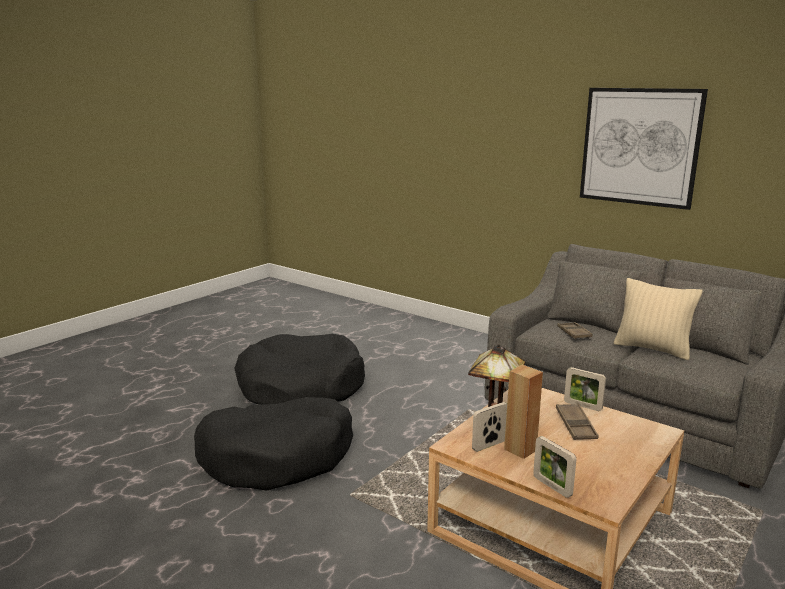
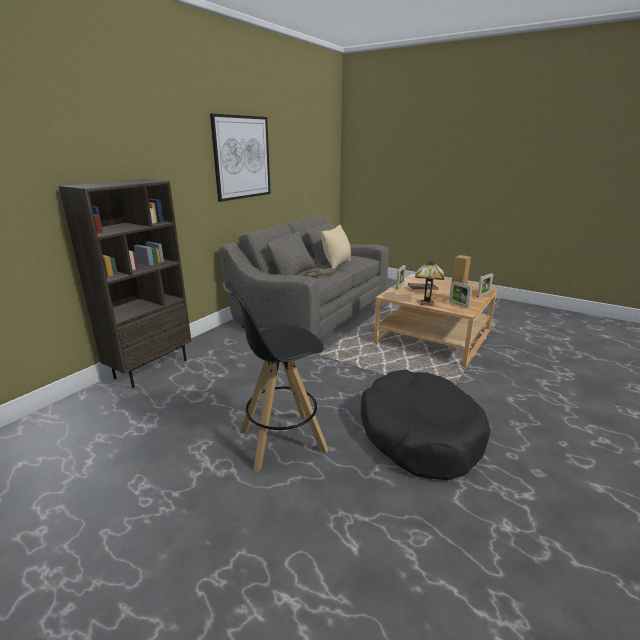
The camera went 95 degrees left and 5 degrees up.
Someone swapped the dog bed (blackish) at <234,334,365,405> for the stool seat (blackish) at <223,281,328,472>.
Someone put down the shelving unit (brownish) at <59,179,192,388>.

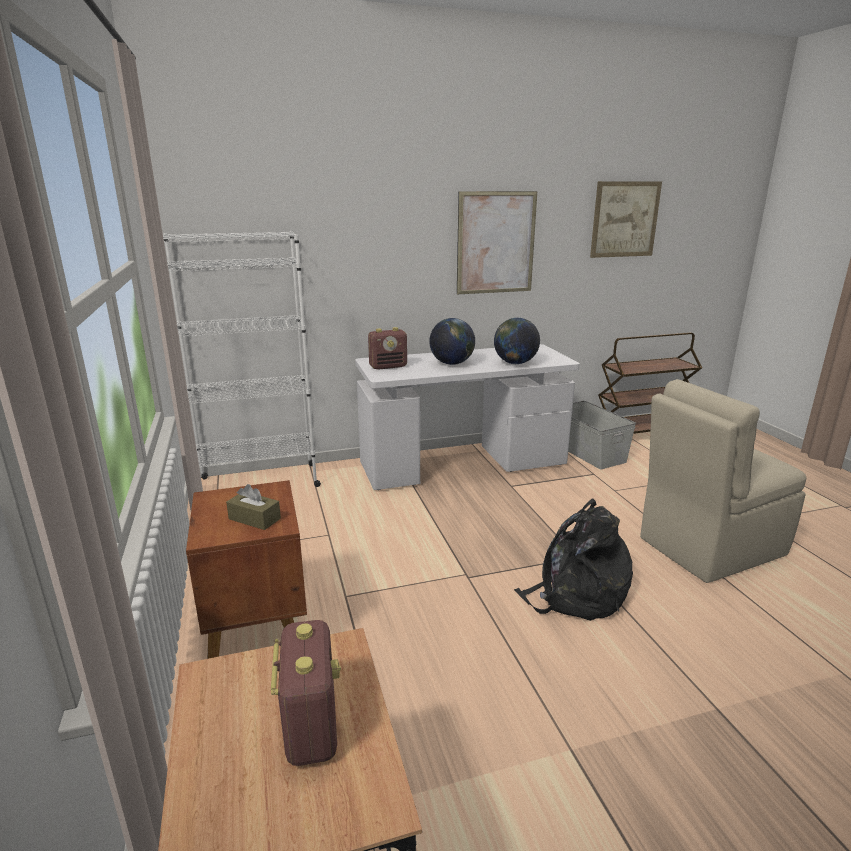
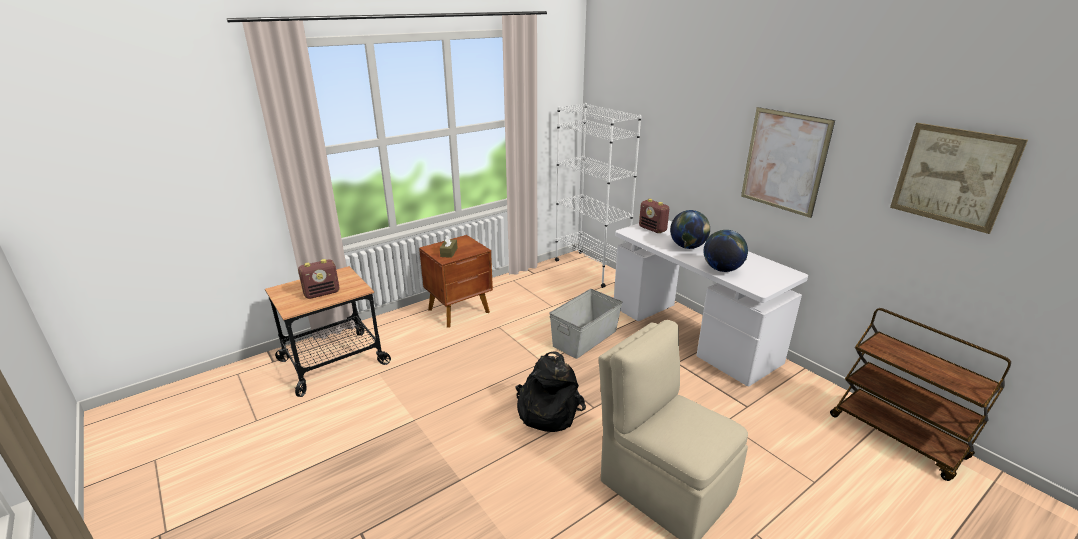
The camera went 70 degrees right and 5 degrees up.
Someone carried the storage bin (grey) from <568,401,636,469> to <549,289,622,359>.

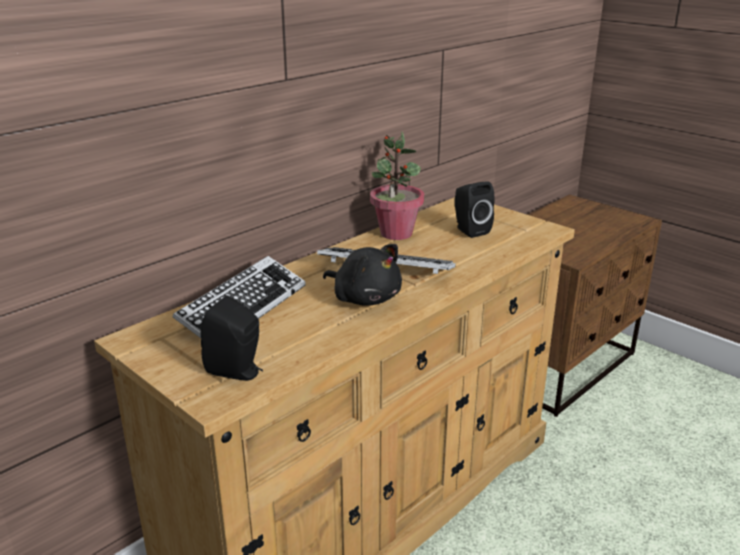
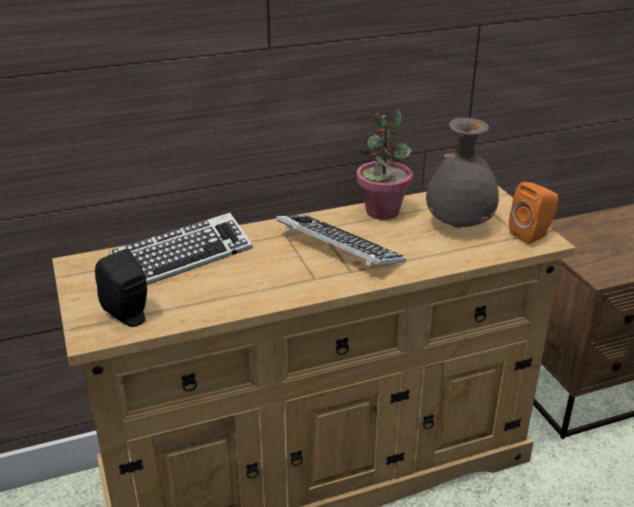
The camera went 25 degrees right and 5 degrees up.
Someone swapped the audio speaker (blackish) at <455,181,495,238> for the vase (grey) at <426,118,499,228>.
Someone took away the soft toy (blackish) at <323,244,402,306>.
Someone put down the audio speaker (orange) at <509,182,558,244>.

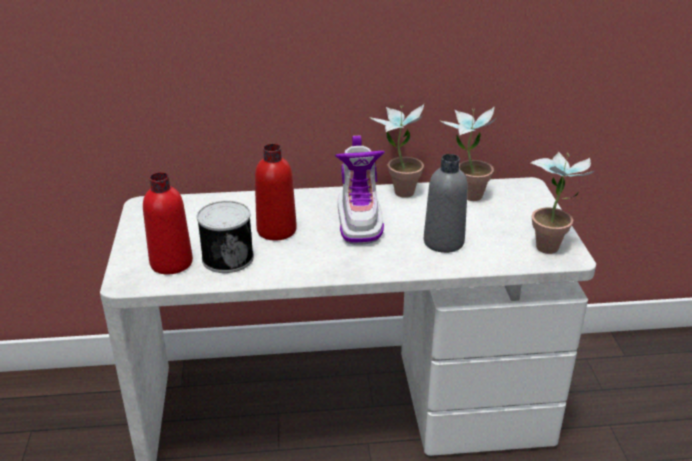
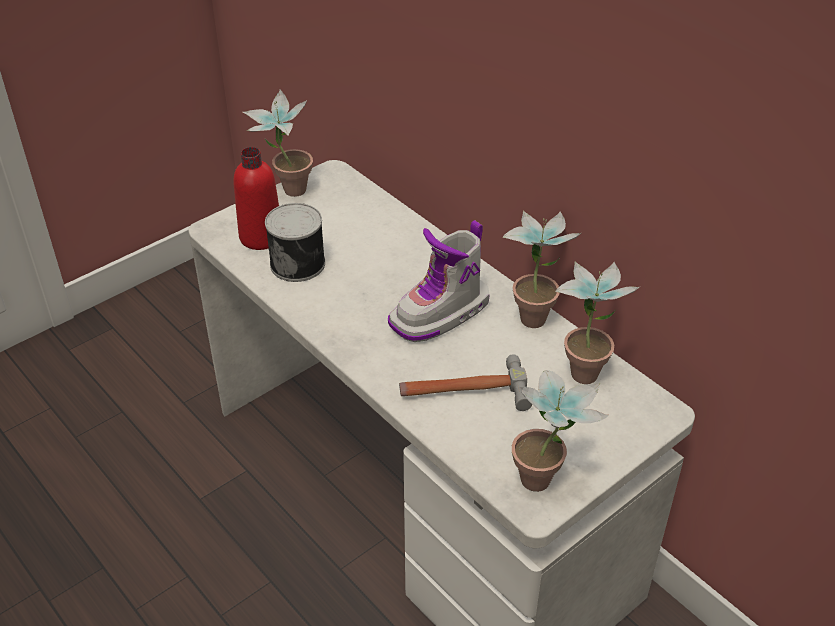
The camera went 55 degrees right and 10 degrees up.
Someone took away the bottle (red-coloured) at <255,144,297,241>.
Someone swapped the bottle (grey) at <424,154,468,253> for the hand hammer at <399,354,532,411>.
Someone put down the plant in a pot at <243,90,313,197>.

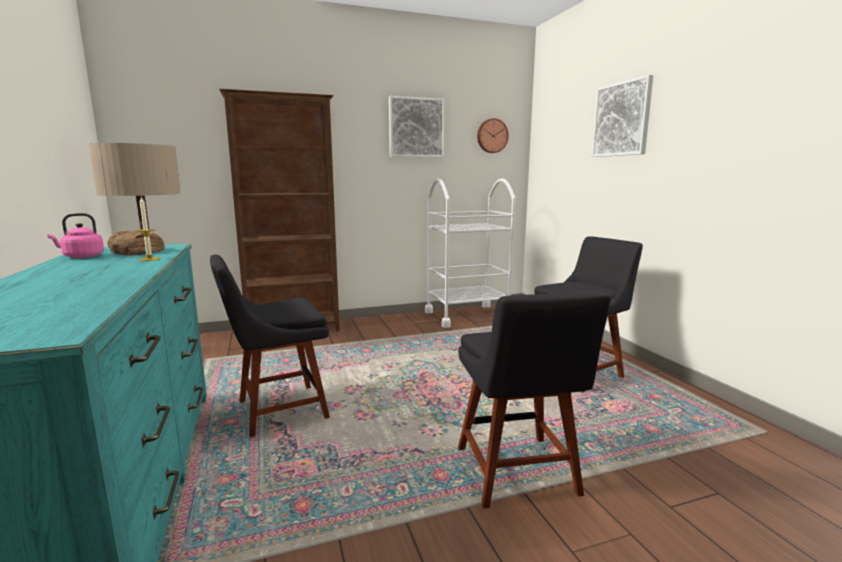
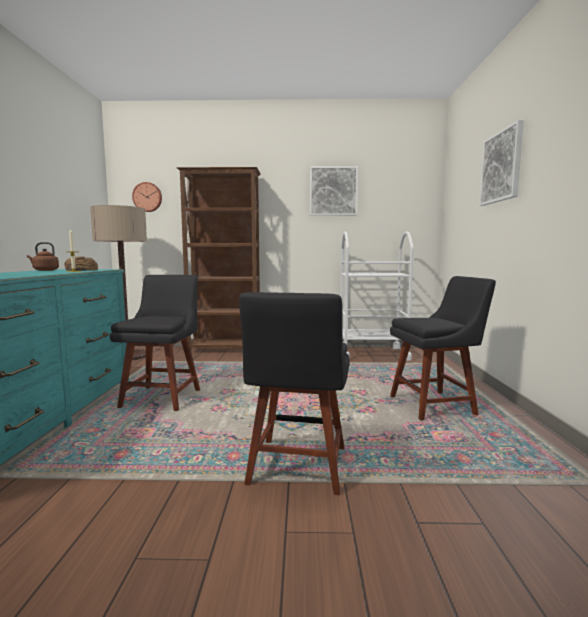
The camera went 20 degrees right and 5 degrees down.
Someone carried the hanging clock from <477,118,509,153> to <132,182,162,212>.
Someone repainted the tea kettle (pink) at <47,213,104,258>, which became the tea kettle (brownish) at <27,242,59,271>.
Someone rotated the upright chair (blackish) at <210,254,330,437> by 105 degrees clockwise.

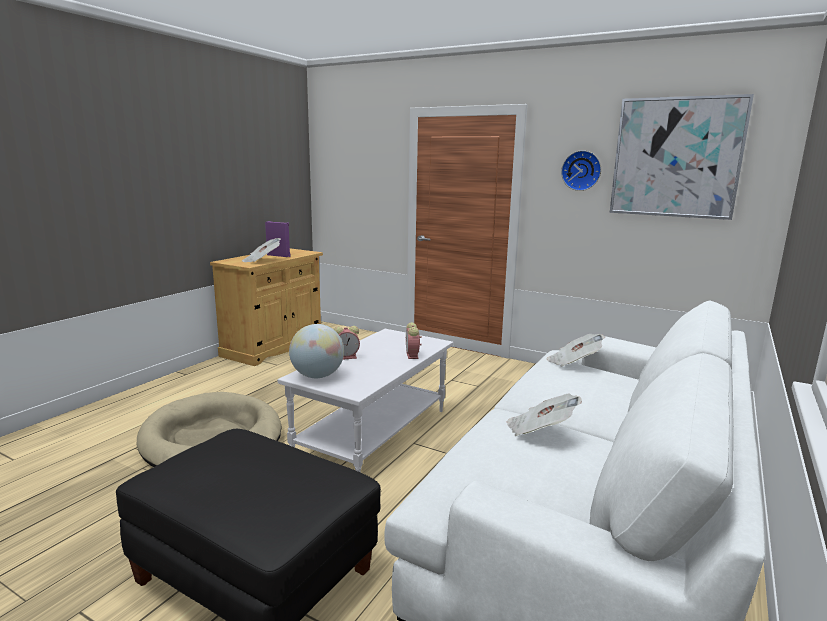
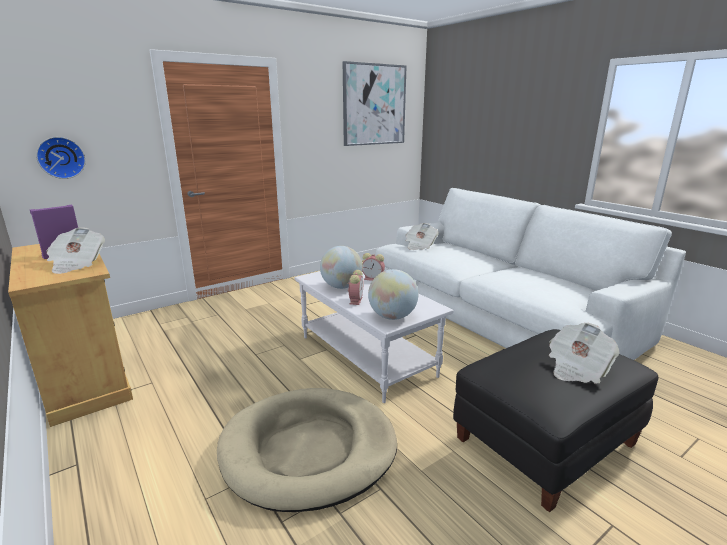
The camera went 65 degrees left and 5 degrees up.
Someone carried the hanging clock from <561,150,601,191> to <36,137,86,179>.
Someone carried the daily paper from <507,393,582,436> to <549,323,619,384>.
Someone put down the globe at <320,246,363,289>.

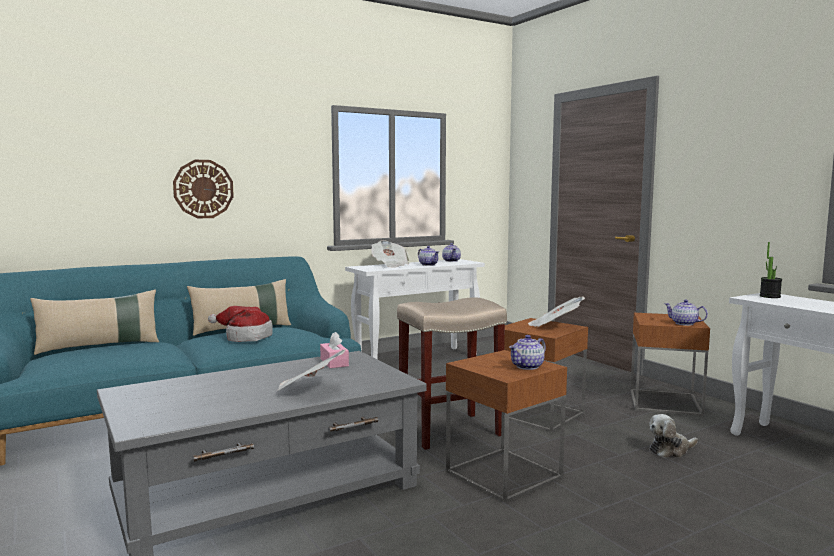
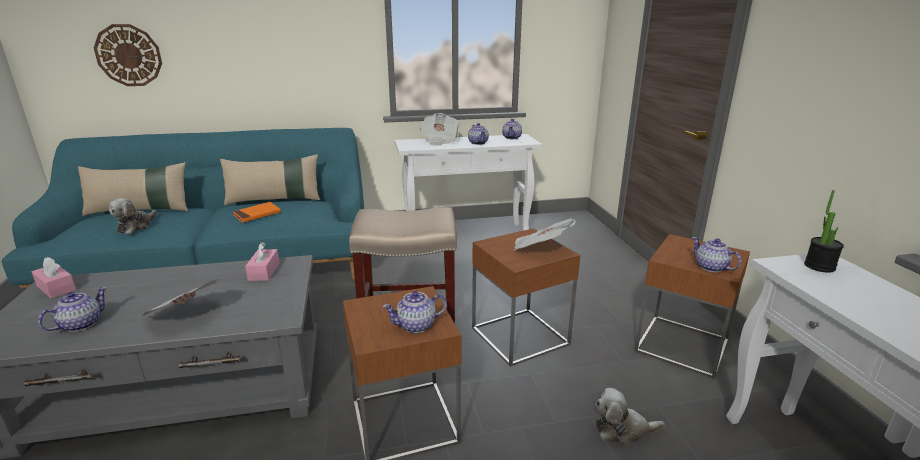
The camera went 20 degrees right and 15 degrees up.
Someone carried the hanging clock from <173,160,234,219> to <94,24,162,86>.
Someone swapped the clothing hat at <208,306,273,342> for the bound book (orange) at <233,202,281,223>.
Someone put down the soft toy at <109,198,157,234>.
Someone put down the tissue box (pink) at <32,257,76,299>.
Someone put down the pot for tea at <38,287,107,332>.

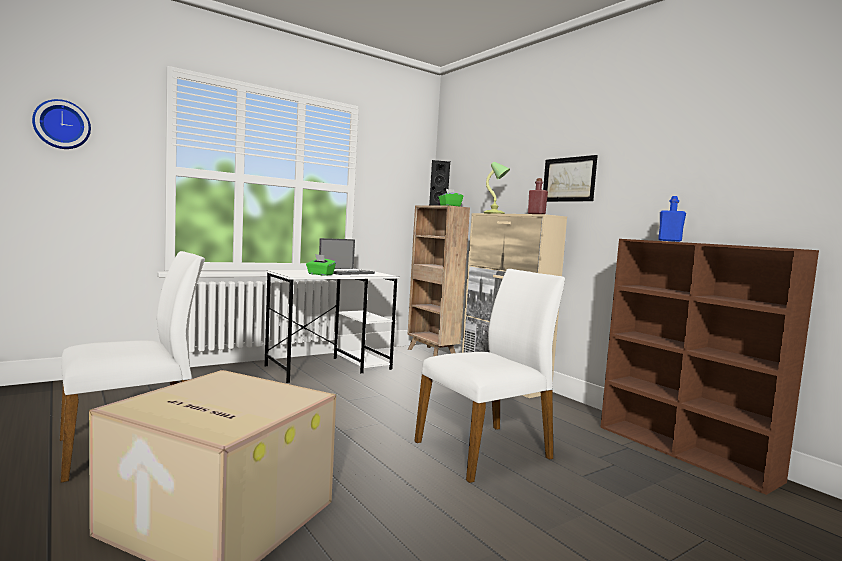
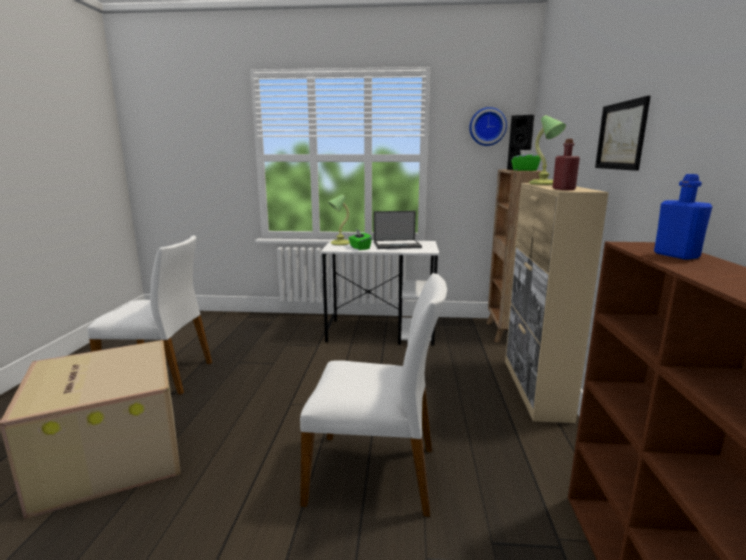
The camera went 40 degrees right and 10 degrees up.
Someone carried the hanging clock from <32,99,91,149> to <470,107,507,146>.
Someone put down the tabletop lamp at <328,194,350,245>.

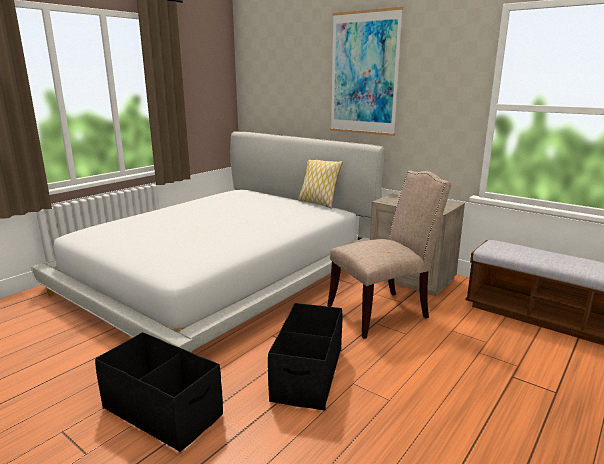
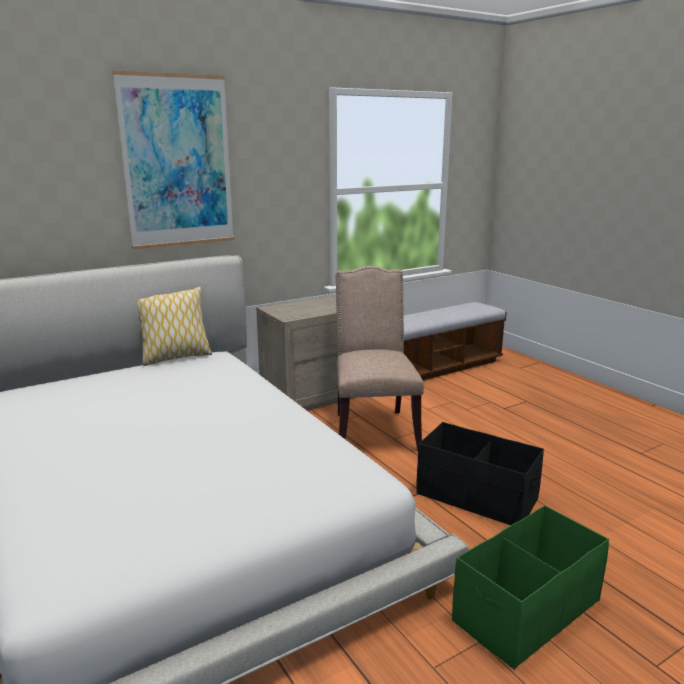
The camera went 70 degrees left and 0 degrees up.
Someone repainted the storage bin (blackish) at <95,332,223,452>, which became the storage bin (green-coloured) at <452,505,609,670>.

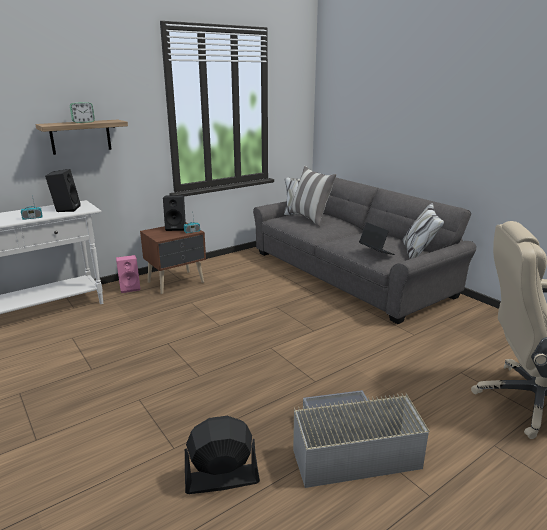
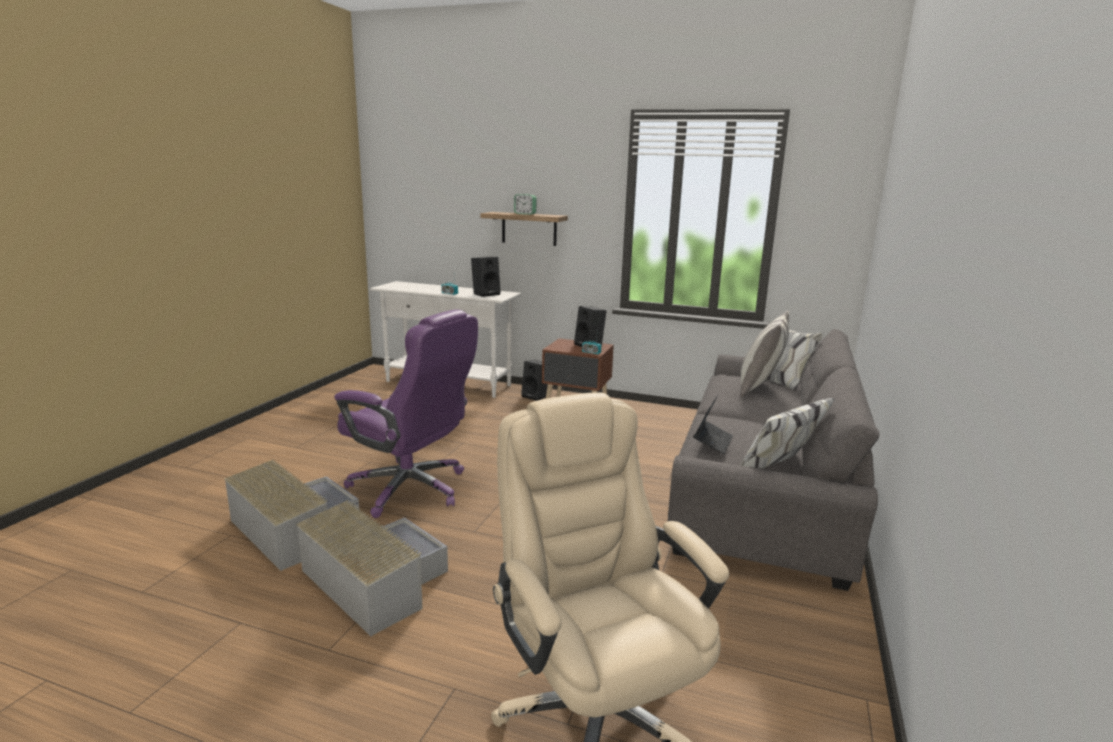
The camera went 55 degrees right and 5 degrees down.
Someone repainted the audio speaker (pink) at <116,255,140,293>, which became the audio speaker (blackish) at <521,360,548,401>.
Someone swapped the electric fan (blackish) at <185,416,260,494> for the storage bin (grey) at <224,459,359,571>.
Someone put down the desk chair (purplish) at <334,309,478,518>.

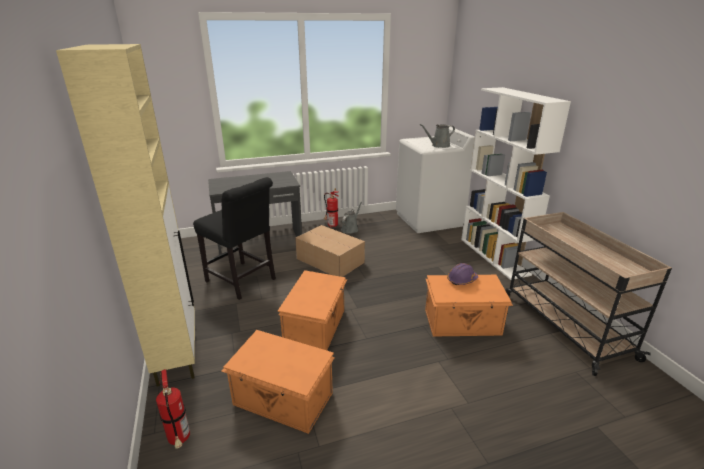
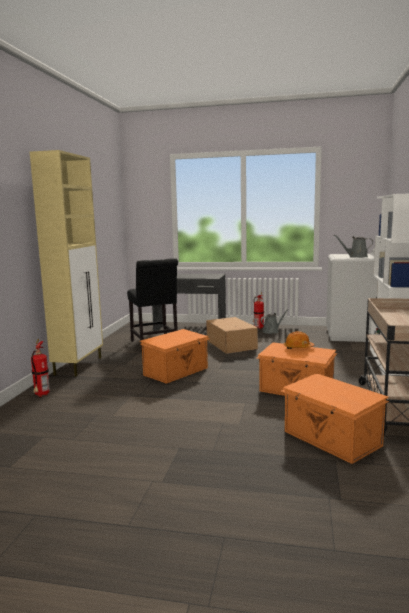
The camera went 30 degrees right and 15 degrees down.
Someone repainted the hard hat (purplish) at <447,263,478,285>, which became the hard hat (orange) at <284,331,315,349>.
Someone carried the storage bin (orange) from <222,330,335,434> to <281,373,389,464>.

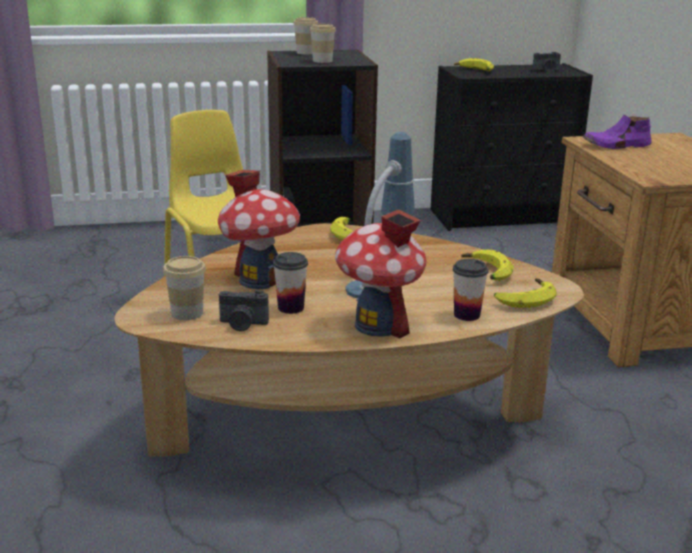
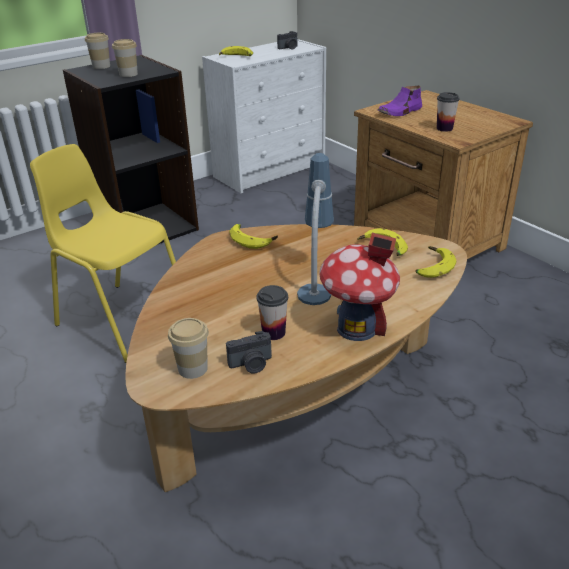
The camera went 25 degrees left and 10 degrees up.
Someone repainted the drawer chest (blackish) at <430,63,593,231>, which became the drawer chest (whitish) at <202,39,326,194>.
Someone took away the toy house at <218,170,300,289>.
Someone carried the small cup from <453,259,488,321> to <437,92,460,132>.

